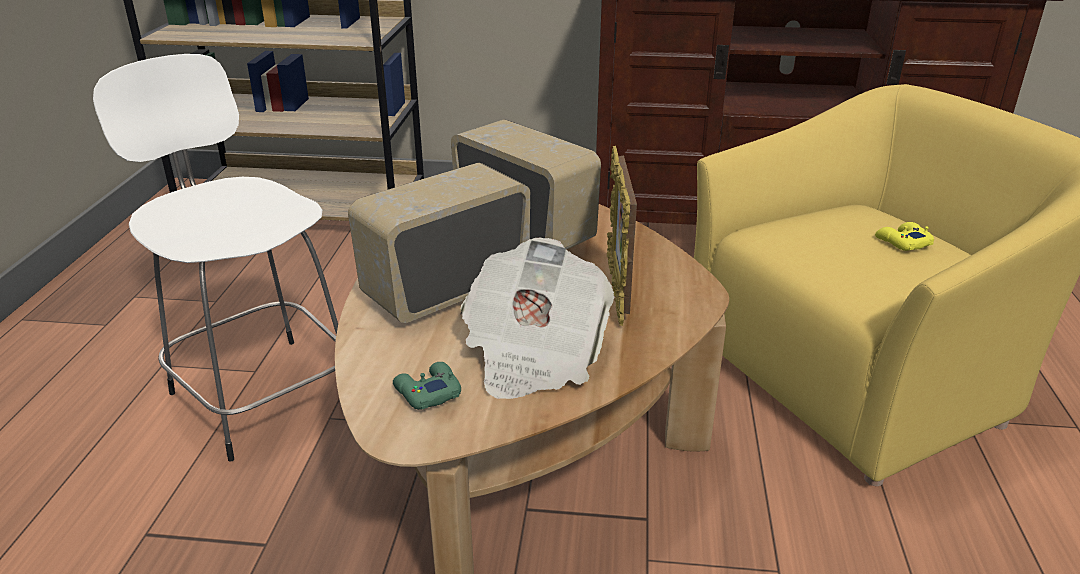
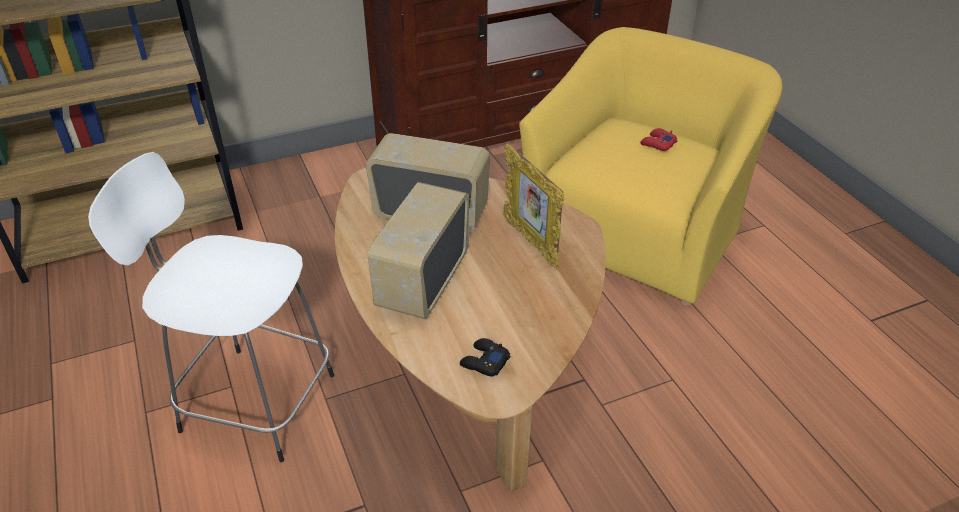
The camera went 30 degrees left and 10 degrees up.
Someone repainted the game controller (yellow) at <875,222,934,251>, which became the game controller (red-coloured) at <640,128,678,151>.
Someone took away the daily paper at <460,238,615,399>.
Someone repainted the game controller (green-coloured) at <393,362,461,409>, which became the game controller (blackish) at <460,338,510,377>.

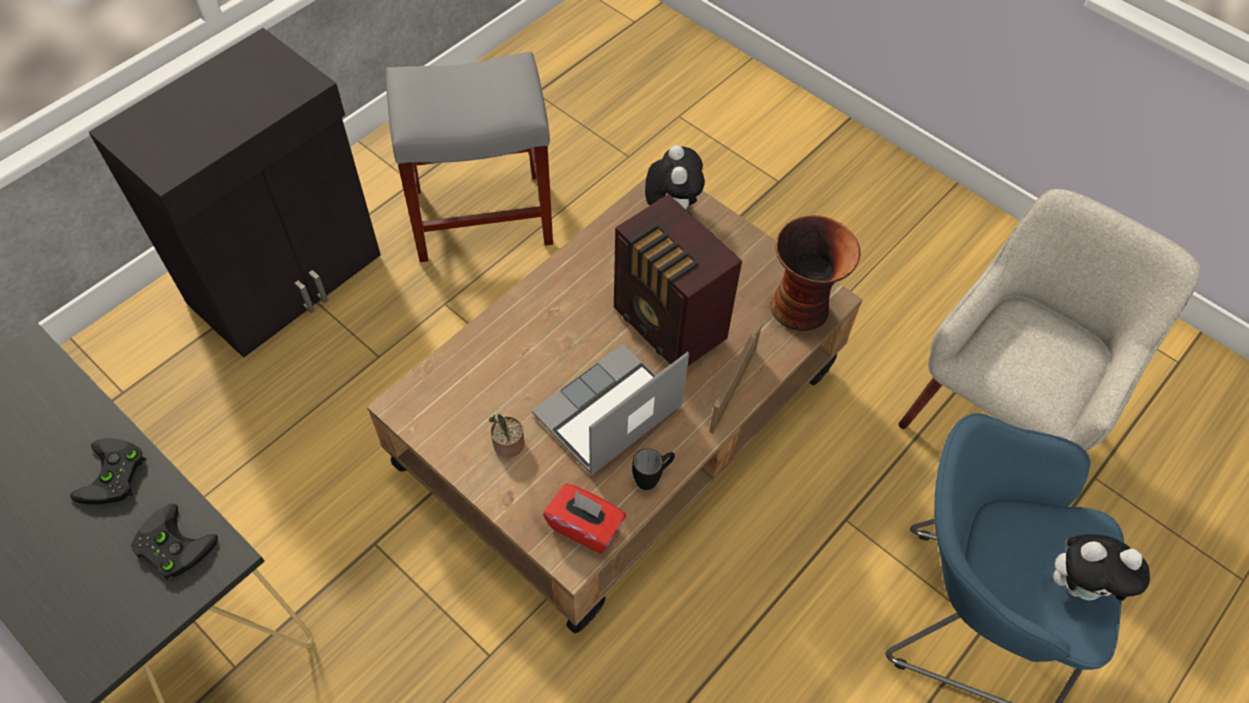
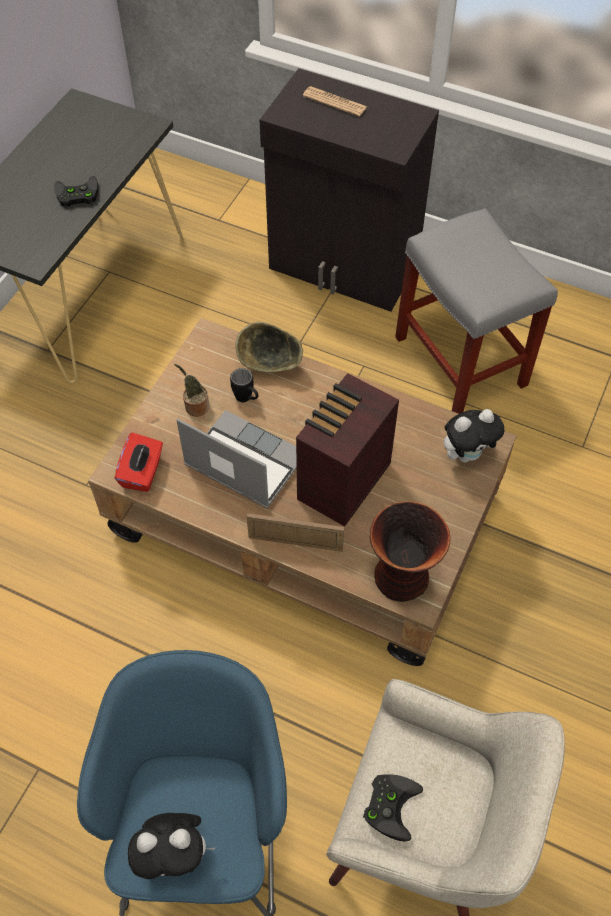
The camera went 75 degrees right and 0 degrees up.
Someone carried the mug (blackish) from <632,449,675,490> to <230,368,258,402>.
Someone carried the game controller (blackish) from <131,504,218,580> to <363,774,423,842>.
Someone rotated the soft toy at <1053,534,1150,601> by 90 degrees counterclockwise.
Someone put down the daily paper at <303,86,367,116>.
Someone put down the serving bowl at <235,322,303,373>.

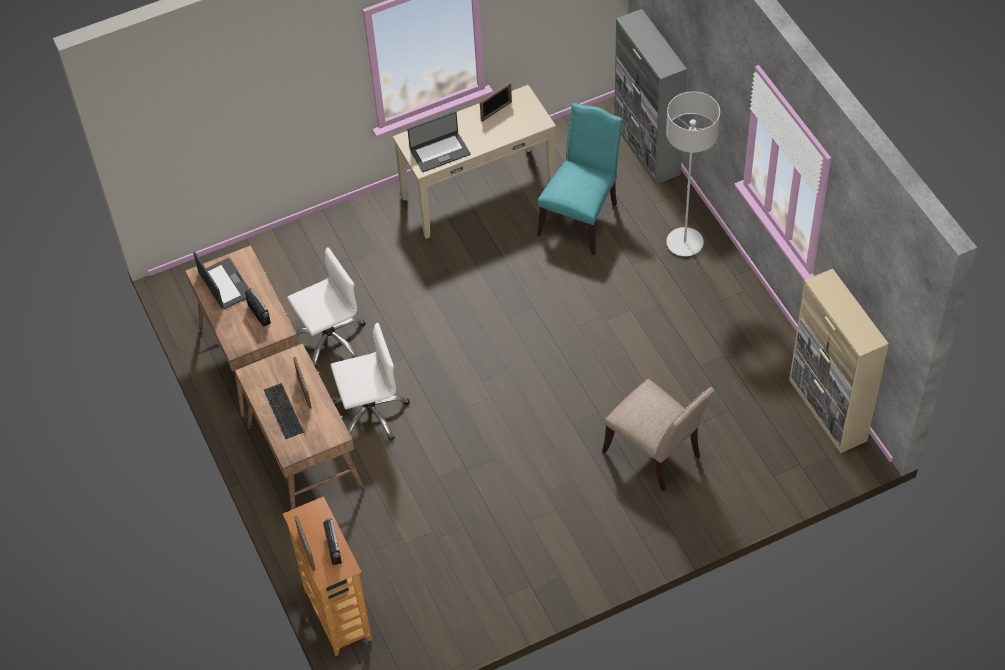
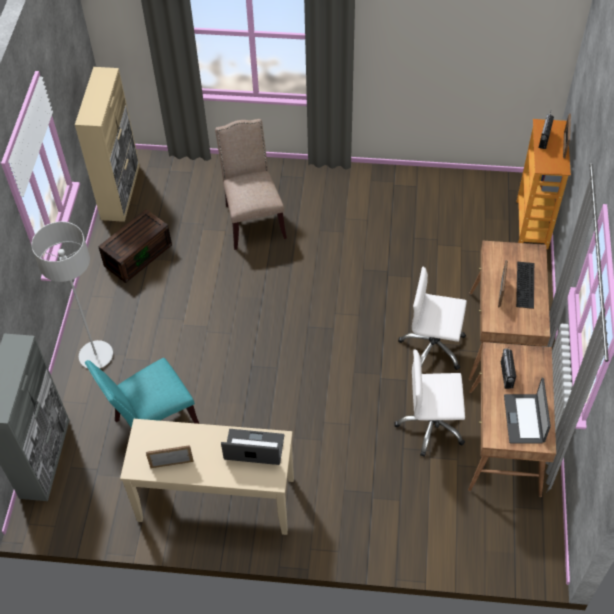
The camera went 150 degrees left and 0 degrees up.
Someone put down the storage bin (brownish) at <98,209,172,283>.

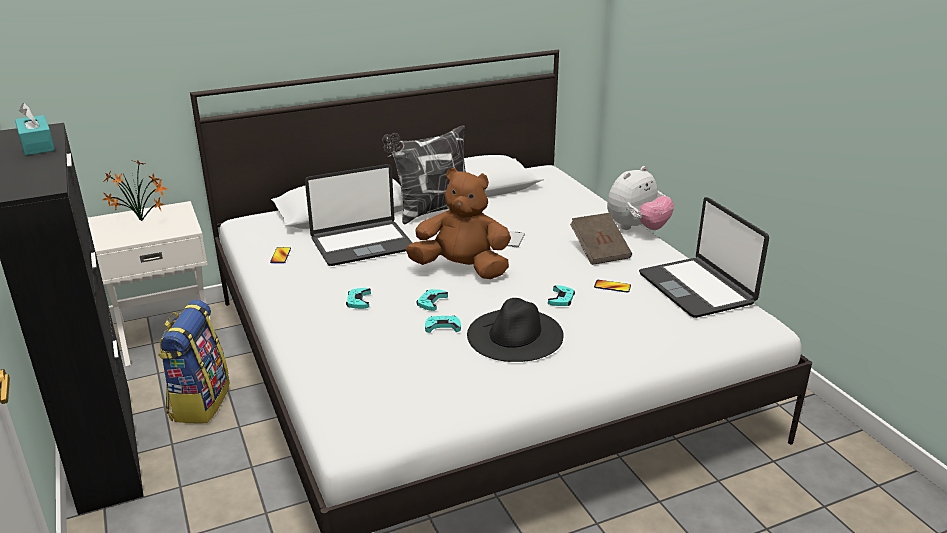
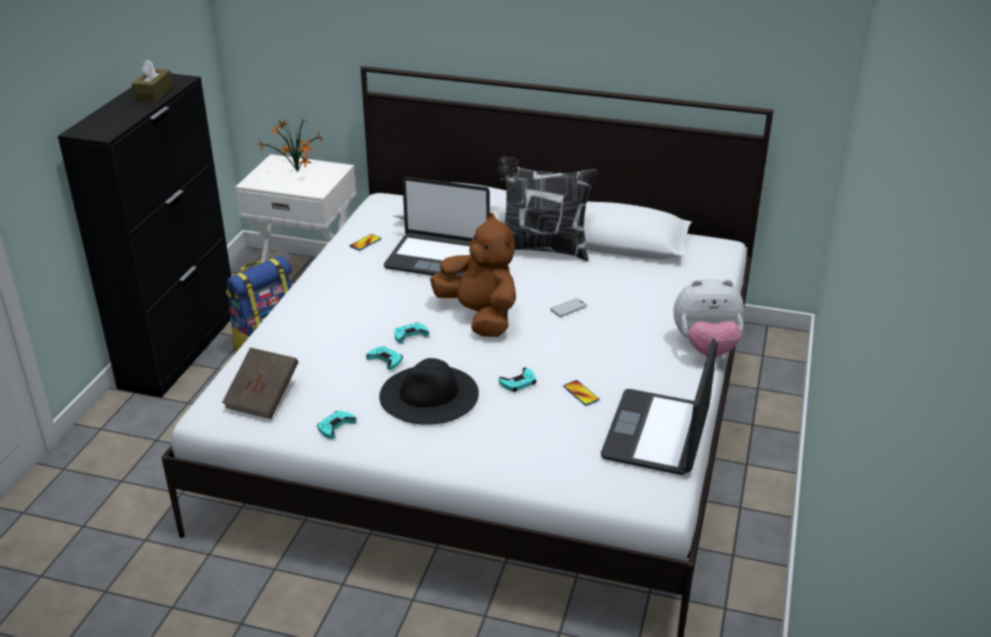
The camera went 40 degrees right and 5 degrees up.
Someone repainted the tissue box (turquoise) at <15,103,55,155>, which became the tissue box (brownish) at <132,59,173,102>.
Someone carried the bound book (brownish) from <570,213,632,265> to <222,348,298,419>.
Someone carried the game controller (turquoise) from <346,288,371,309> to <317,411,357,439>.

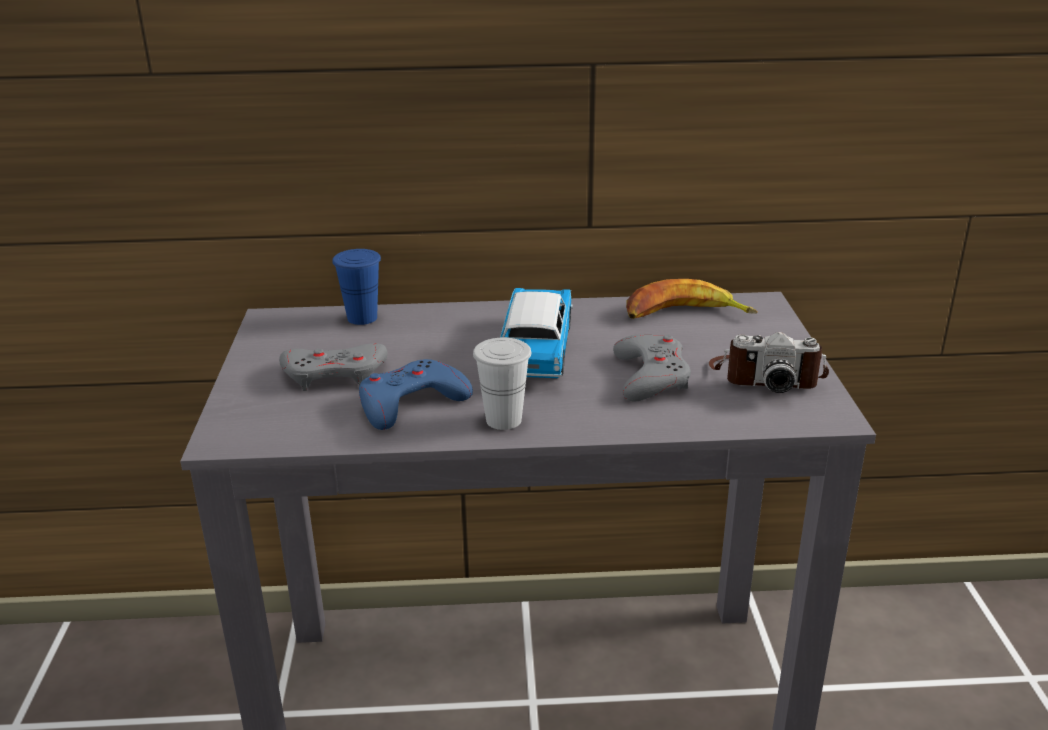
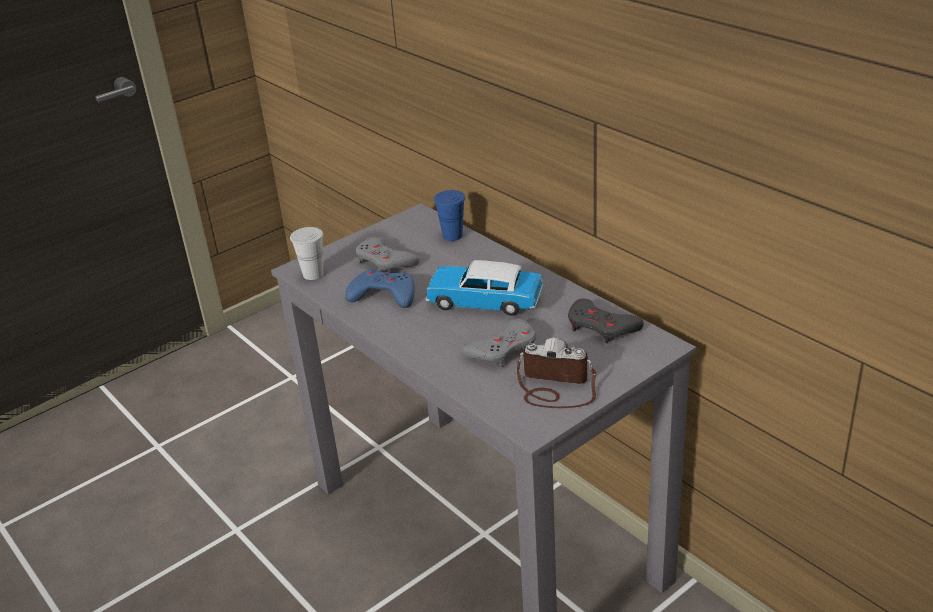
The camera went 55 degrees right and 5 degrees up.
Someone swapped the banana fruit at <626,279,758,319> for the game controller (grey) at <568,299,644,343>.
Someone rotated the model car at <500,288,573,378> by 135 degrees counterclockwise.
Someone rotated the still camera at <709,332,829,393> by 135 degrees clockwise.
Someone carried the small cup (whitish) from <473,338,531,430> to <290,227,324,280>.

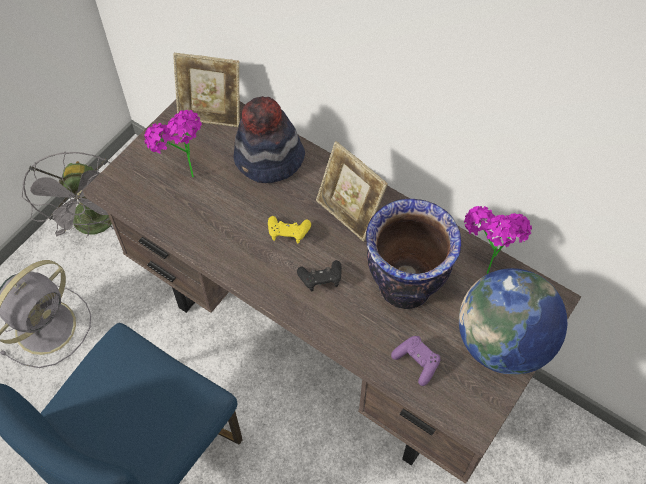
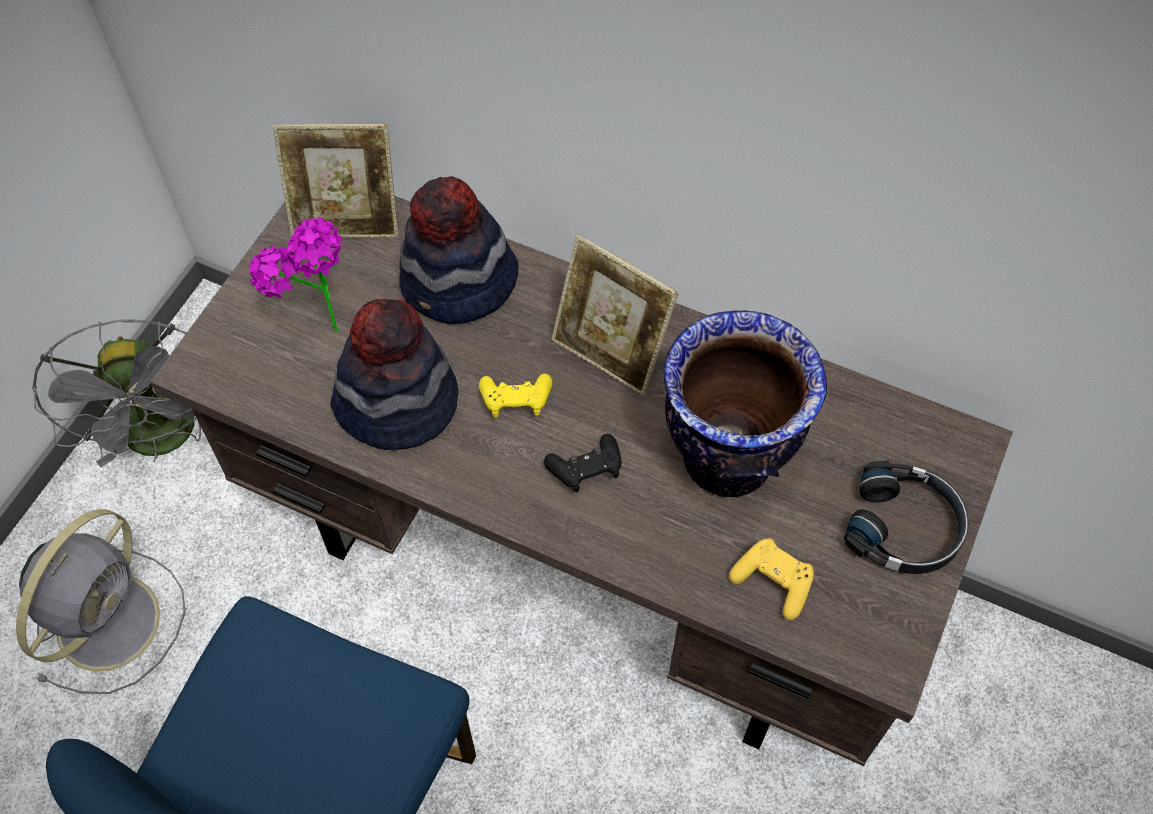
The camera went 10 degrees left and 0 degrees up.
Someone took away the plant in a pot at <464,206,532,274>.
Someone swapped the globe at <459,268,567,375> for the pair of headphones (blackish) at <844,460,969,574>.
Someone repainted the game controller (purplish) at <391,336,440,386>, which became the game controller (yellow) at <729,538,814,620>.
Someone put down the clothing hat at <330,299,459,450>.

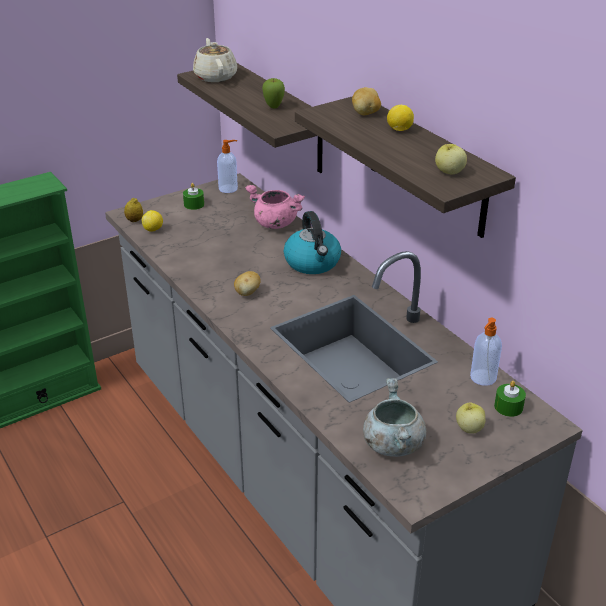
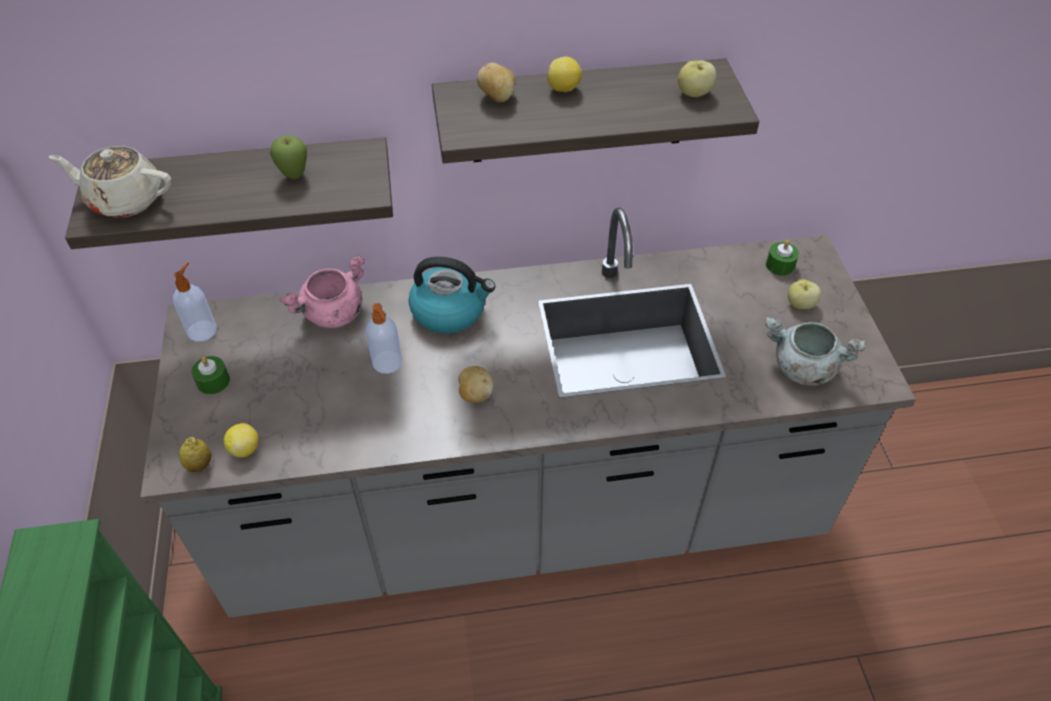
The camera went 65 degrees left and 15 degrees up.
Someone carried the liquid soap bottle from <470,318,502,386> to <366,303,402,374>.

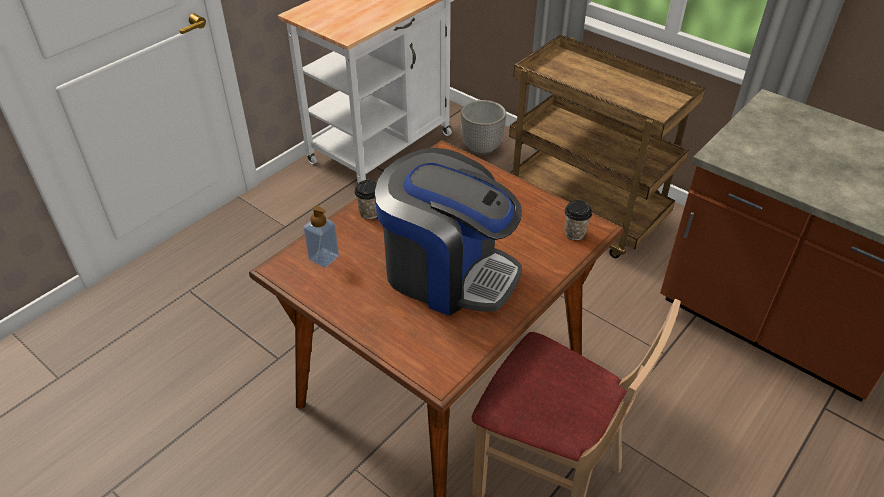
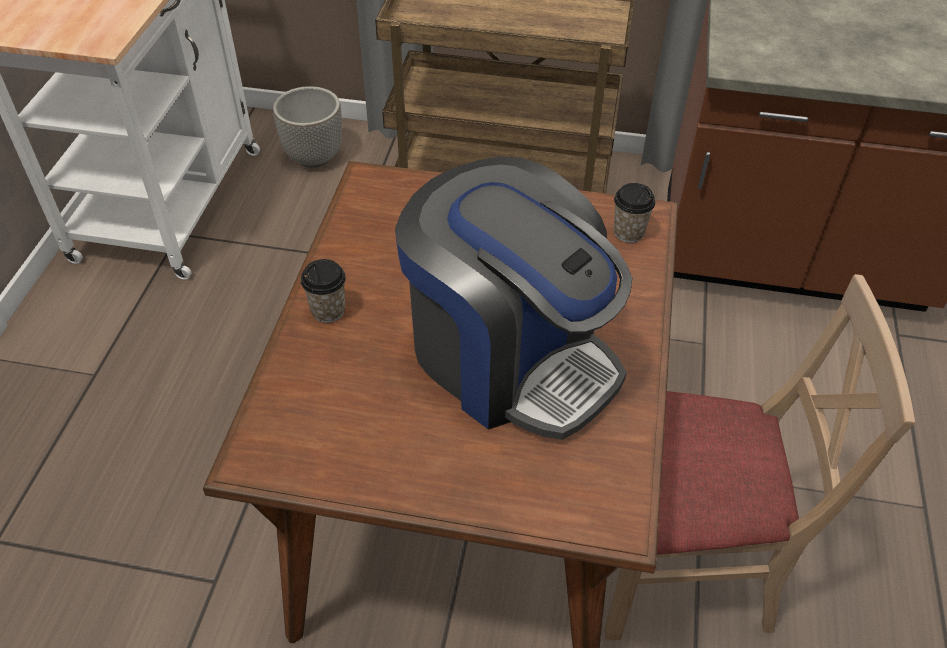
The camera went 30 degrees left and 5 degrees up.
Someone rotated the coffee maker at <375,148,522,316> by 45 degrees clockwise.
Someone took away the liquid soap bottle at <304,206,339,268>.

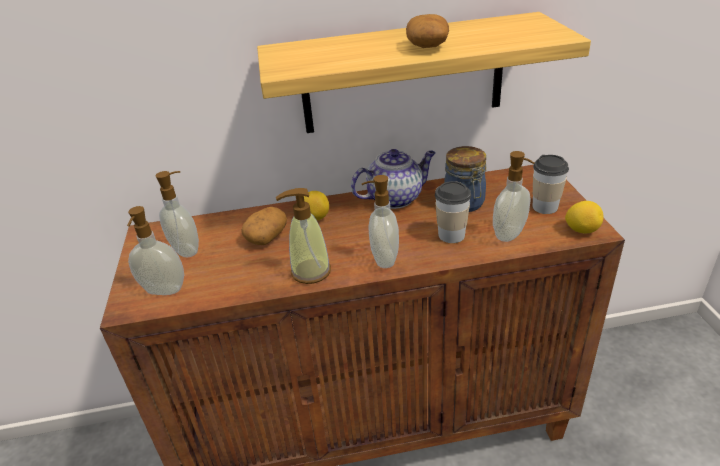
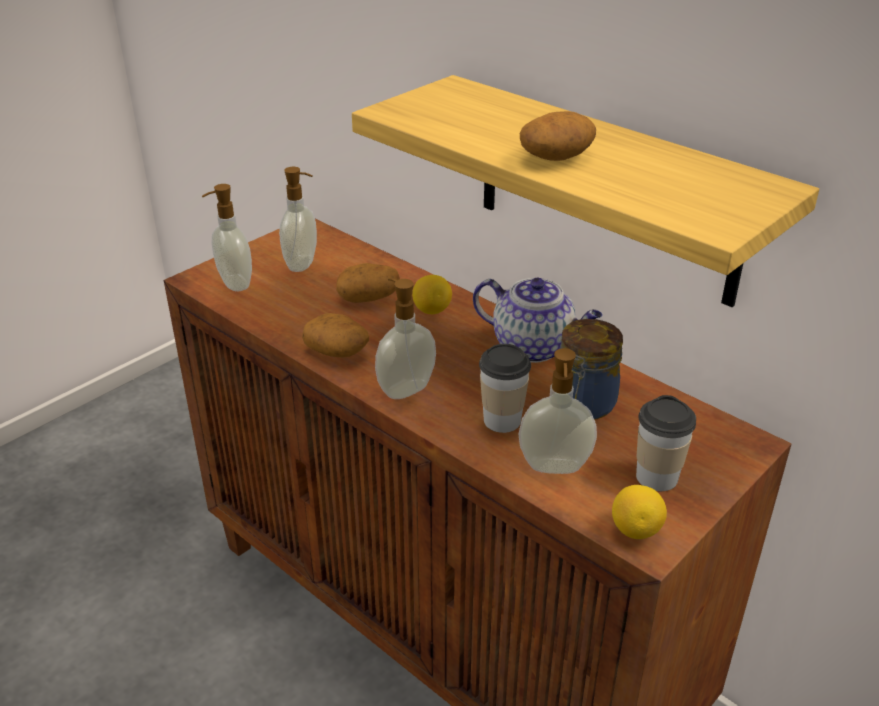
The camera went 50 degrees right and 0 degrees up.
Someone swapped the liquid soap bottle at <276,188,331,284> for the potato at <302,313,369,357>.

